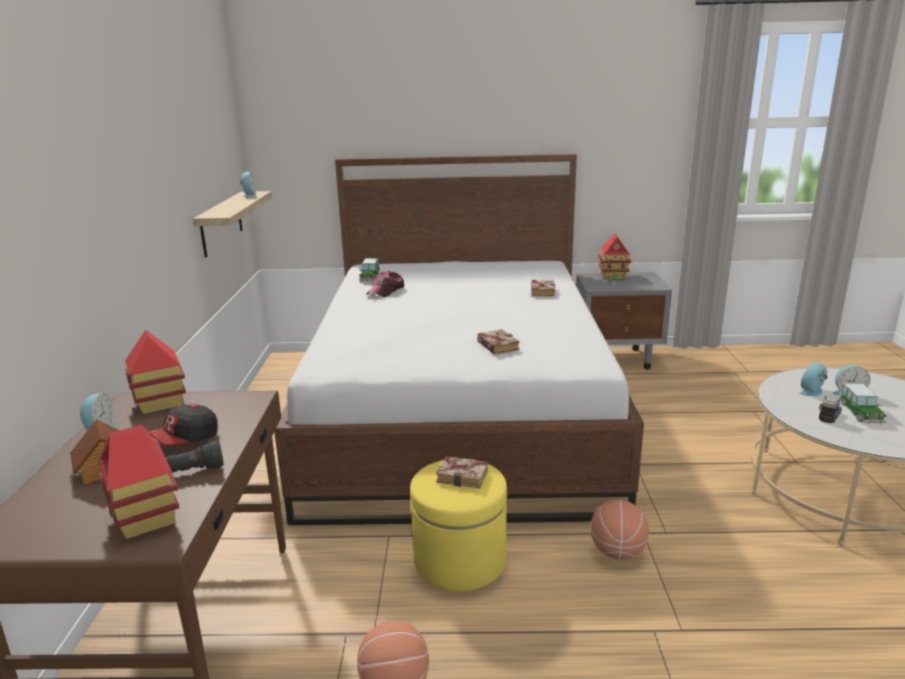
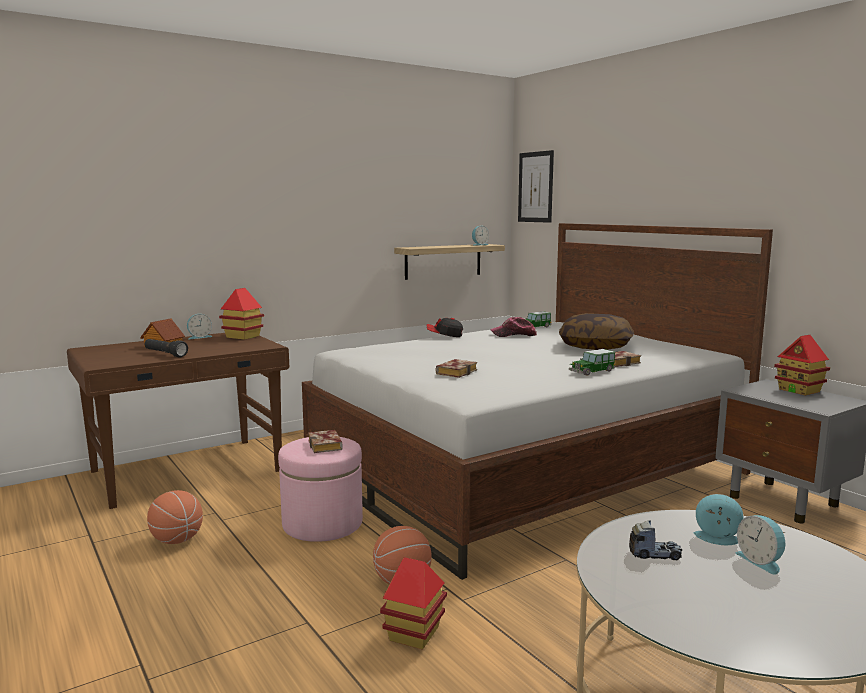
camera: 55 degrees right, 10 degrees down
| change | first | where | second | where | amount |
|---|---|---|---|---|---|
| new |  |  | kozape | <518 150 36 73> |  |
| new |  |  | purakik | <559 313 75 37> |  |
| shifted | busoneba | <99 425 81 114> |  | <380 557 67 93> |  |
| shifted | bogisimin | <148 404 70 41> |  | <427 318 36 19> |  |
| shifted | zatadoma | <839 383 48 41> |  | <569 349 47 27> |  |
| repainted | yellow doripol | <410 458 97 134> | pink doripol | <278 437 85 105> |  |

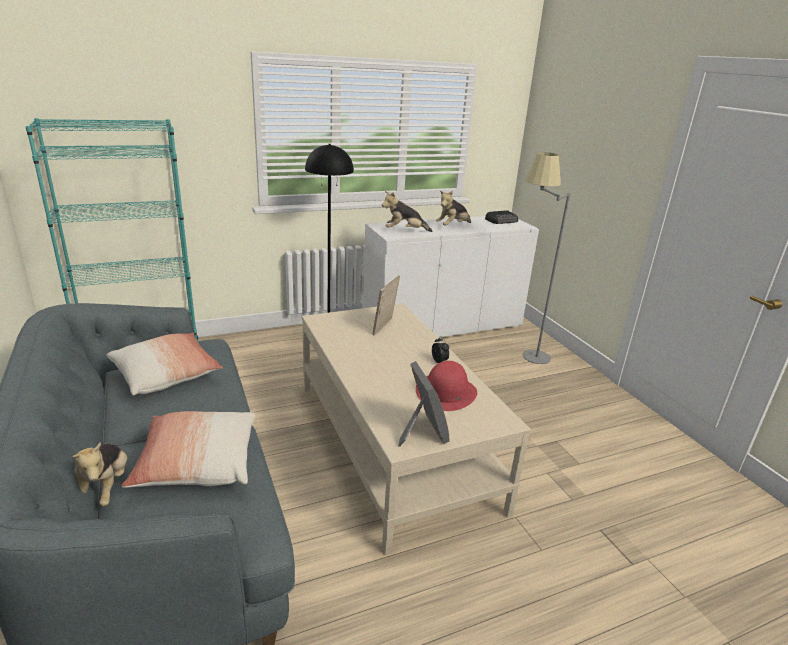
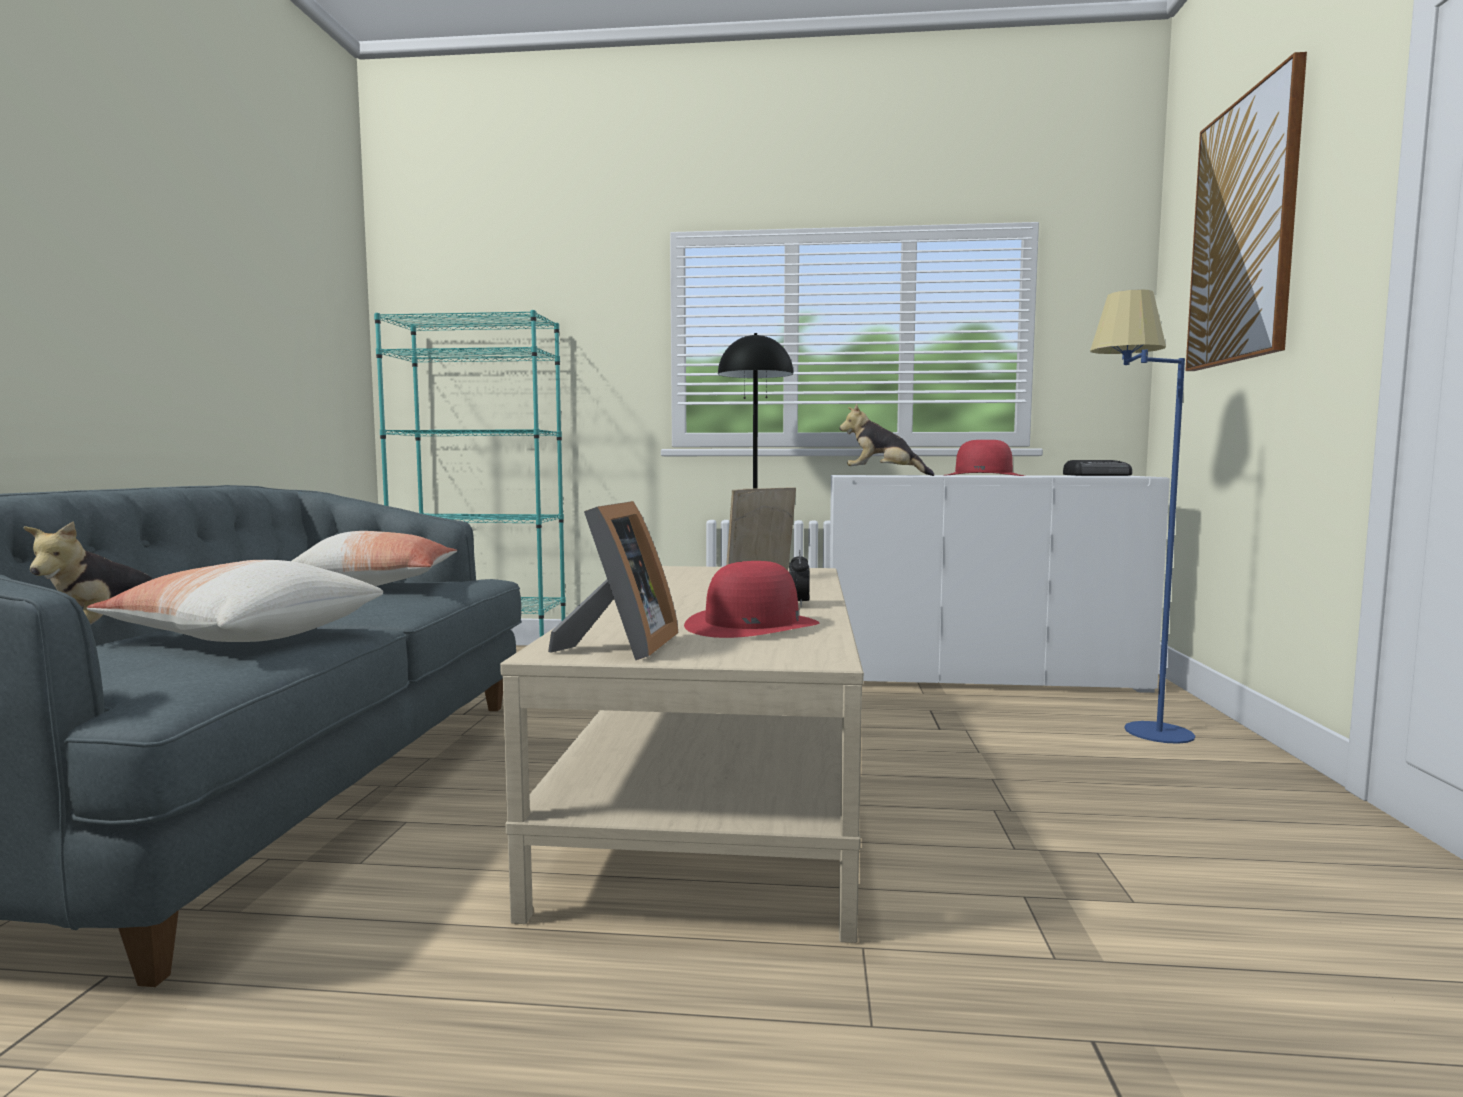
camera: 30 degrees right, 20 degrees down
| change | first | where | second | where | amount |
|---|---|---|---|---|---|
| new |  |  | kozape | <1185 52 122 319> |  |
| swapped | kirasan | <435 191 36 34> | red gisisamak | <944 440 81 36> |  |
| repainted | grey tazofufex | <523 152 47 212> | blue tazofufex | <1090 289 105 455> |  |

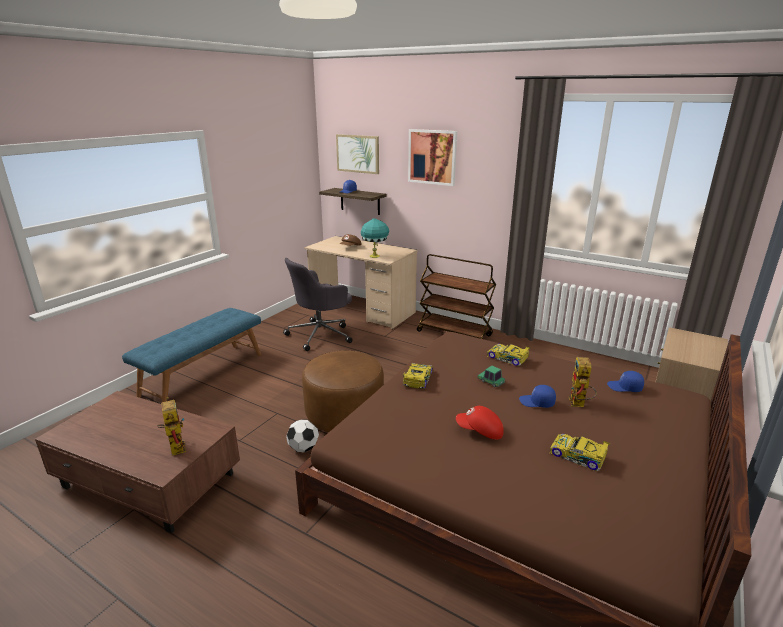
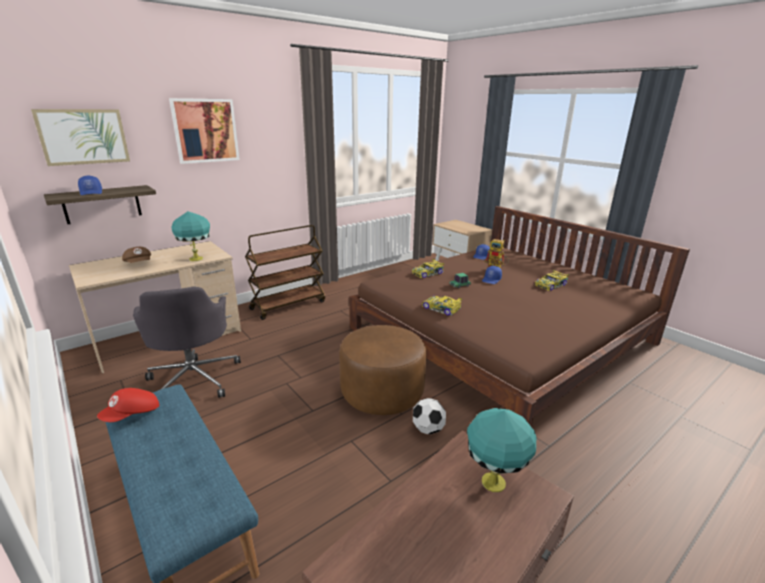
camera: 70 degrees left, 0 degrees up
| change | first | where | second | where | amount |
|---|---|---|---|---|---|
| shifted | red bogisimin | <456 406 48 34> |  | <97 388 62 34> |  |
| swapped | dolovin | <157 397 29 59> | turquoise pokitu | <467 408 69 84> |  |

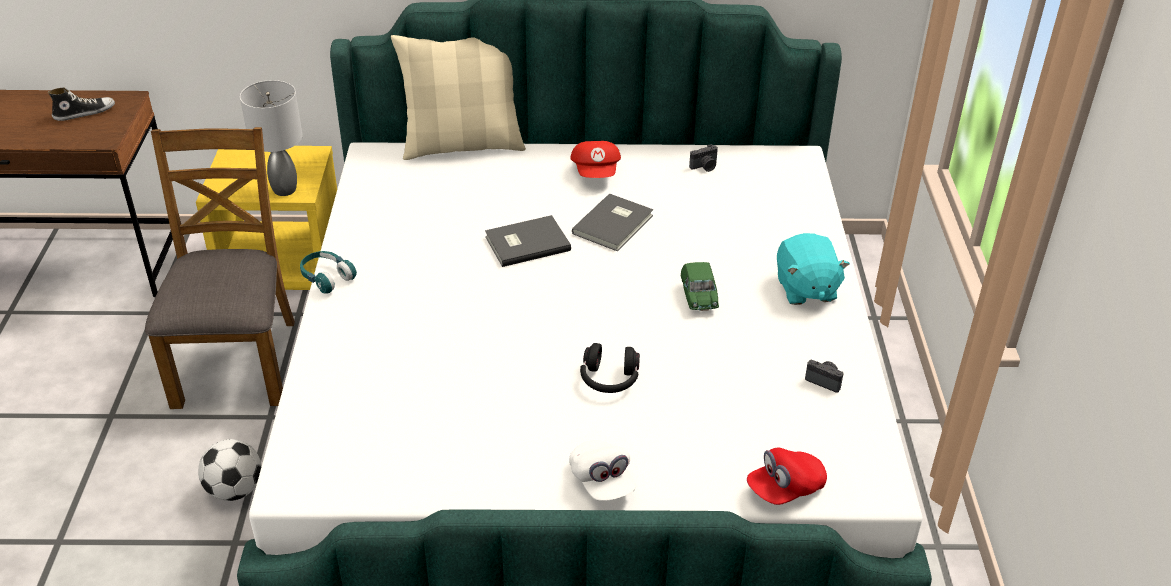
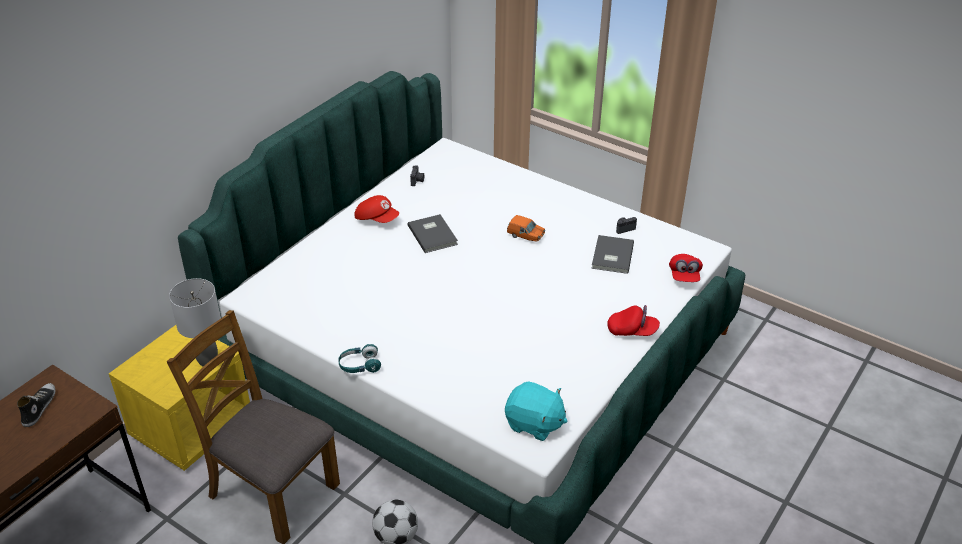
camera: 55 degrees left, 0 degrees up
| change | first | where | second | where | amount |
|---|---|---|---|---|---|
| gone | beige purakik | <391 35 135 125> |  |  |  |
| gone | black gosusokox | <580 343 60 50> |  |  |  |
| shifted | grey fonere | <485 215 86 52> |  | <591 235 43 39> |  |
| shifted | turquoise kirasan | <777 233 73 72> |  | <505 381 63 60> |  |
| repainted | white bogisimin | <569 440 67 61> | red bogisimin | <607 305 53 31> |  |
| repainted | green zatadoma | <681 262 38 49> | orange zatadoma | <507 215 38 27> |  |

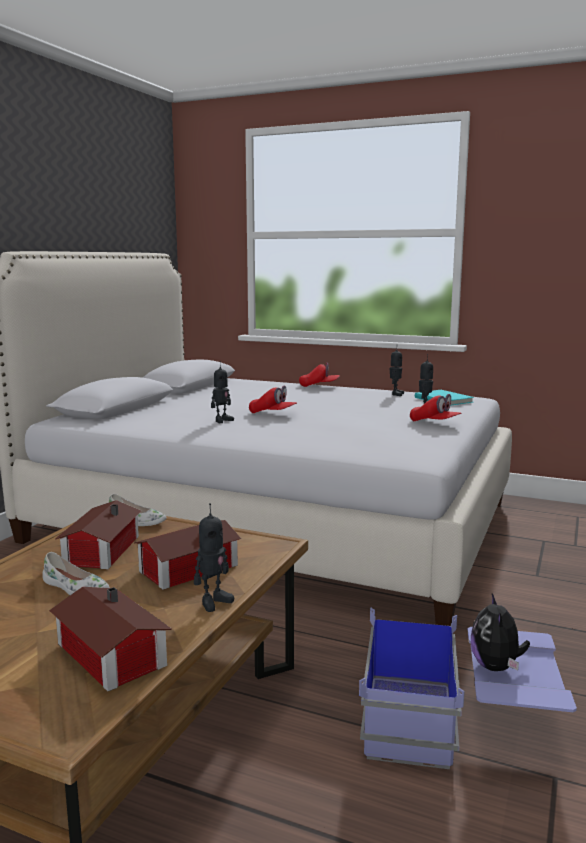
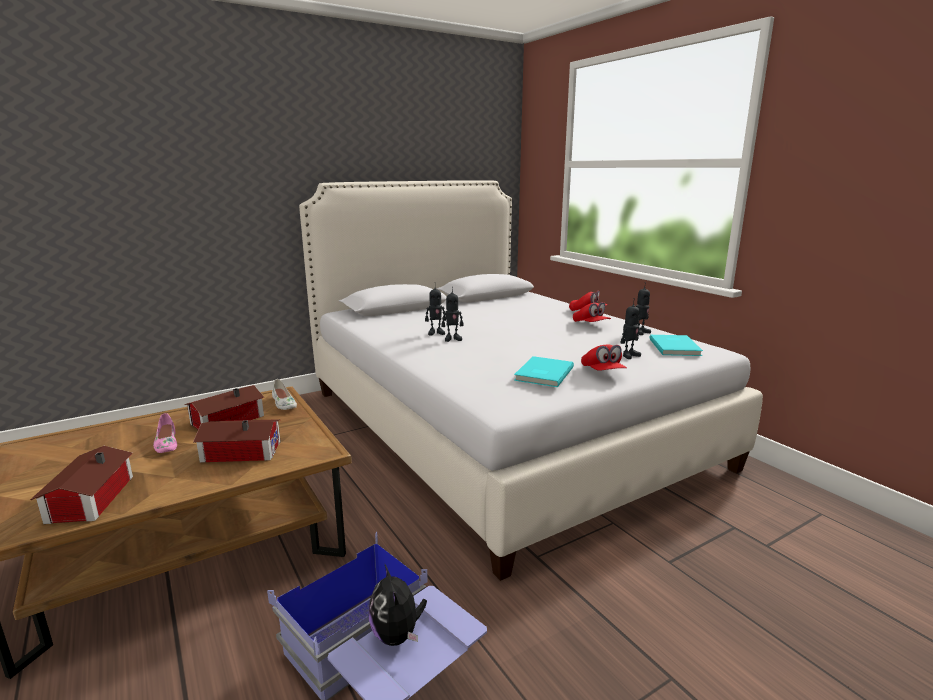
camera: 35 degrees right, 5 degrees up
| change | first | where | second | where | amount |
|---|---|---|---|---|---|
| new |  |  | turquoise fonere | <514 356 60 31> |  |
| shifted | dolovin | <194 503 40 109> |  | <441 286 22 56> |  |
| shifted | red bogisimin | <249 385 48 28> |  | <573 302 38 20> |  |
| repainted | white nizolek | <43 552 66 43> | pink nizolek | <153 413 24 40> |  |
| rotated | kirasan | <471 593 59 78> |  | <369 565 58 81> | 60 degrees counterclockwise |

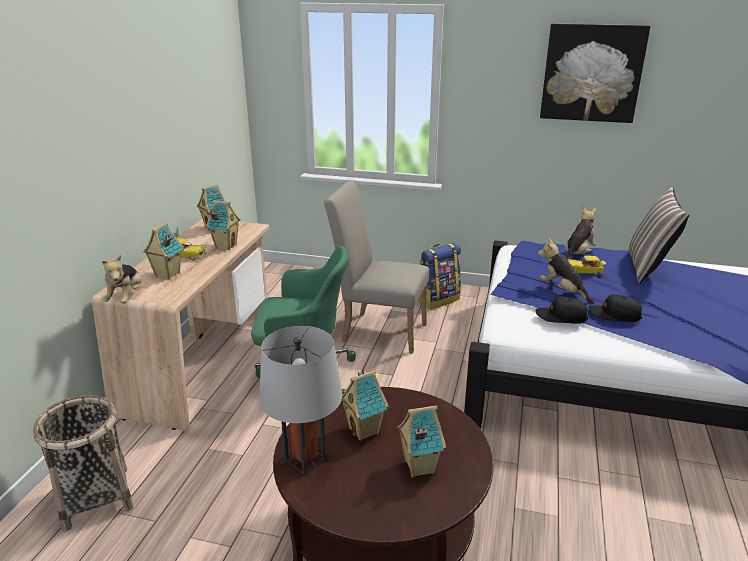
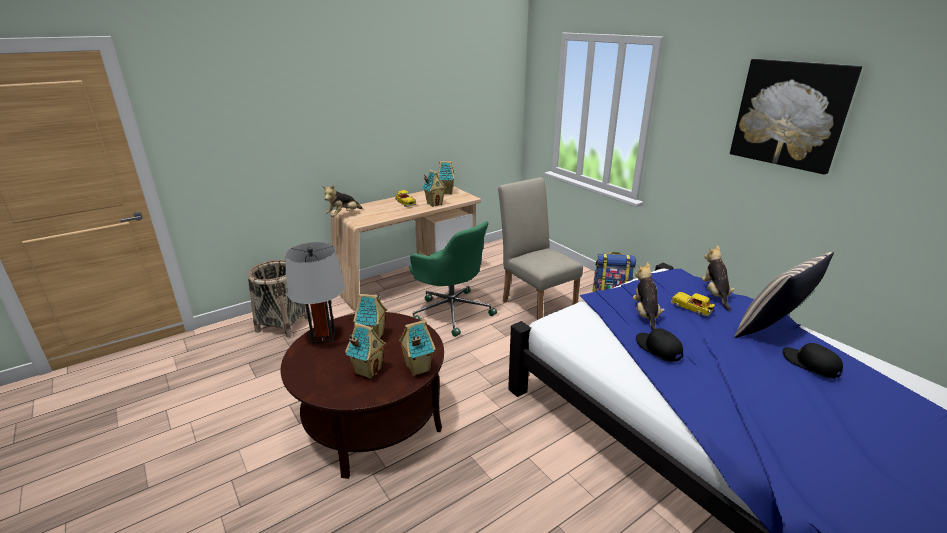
camera: 40 degrees right, 0 degrees up
| change | first | where | second | where | amount |
|---|---|---|---|---|---|
| shifted | busoneba | <143 222 41 57> |  | <399 320 37 56> |  |
| shifted | black bogisimin | <536 297 52 27> |  | <782 343 61 35> |  |
| rotated | kirasan | <565 207 31 53> |  | <702 245 33 66> | 75 degrees counterclockwise |

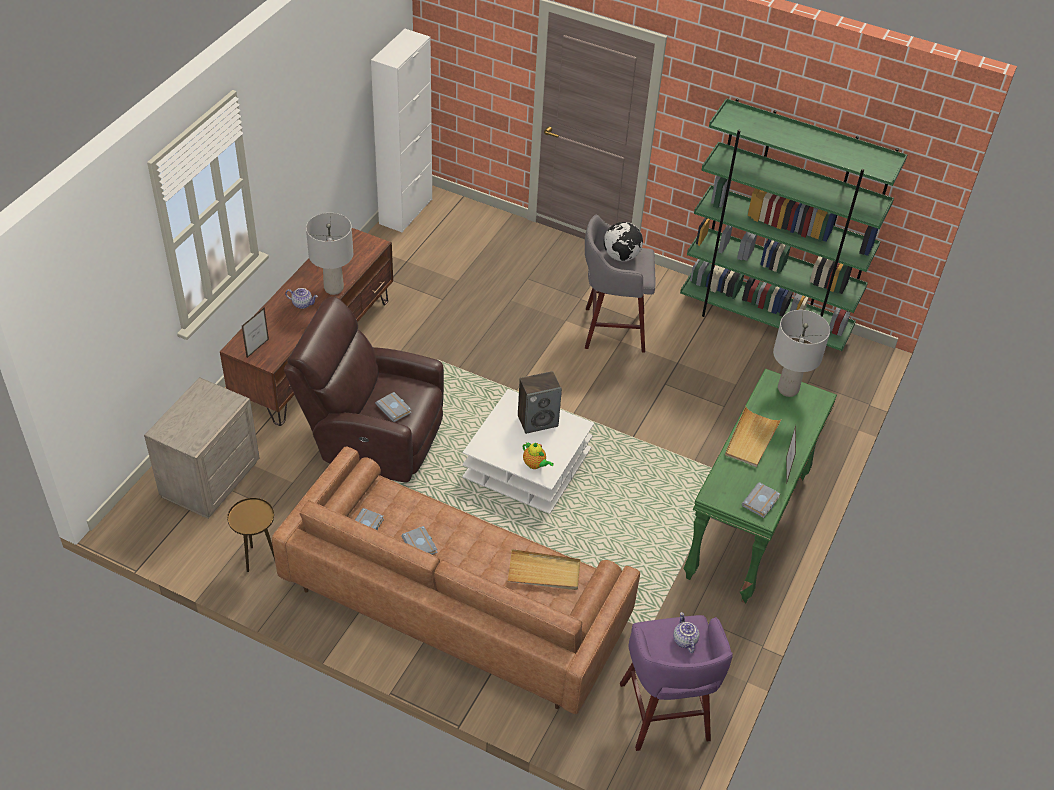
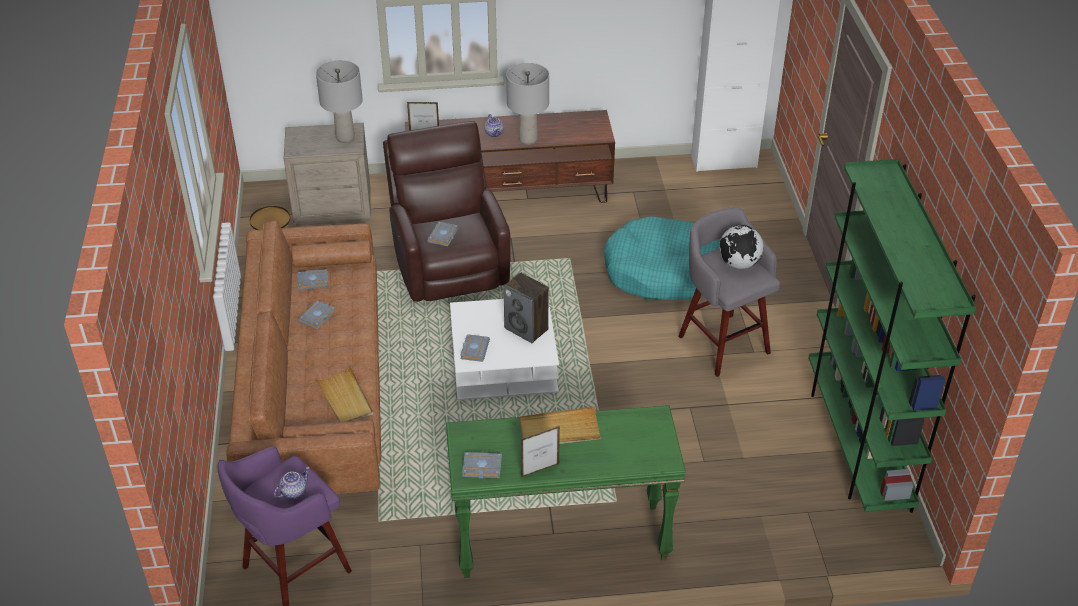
camera: 60 degrees right, 5 degrees down
| change | first | where | second | where | amount |
|---|---|---|---|---|---|
| new |  |  | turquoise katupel | <603 216 116 84> |  |
| shifted | grey pokitu | <773 310 57 87> |  | <316 60 47 83> |  |
| swapped | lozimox | <523 443 31 26> | grey fonere | <460 334 30 28> |  |

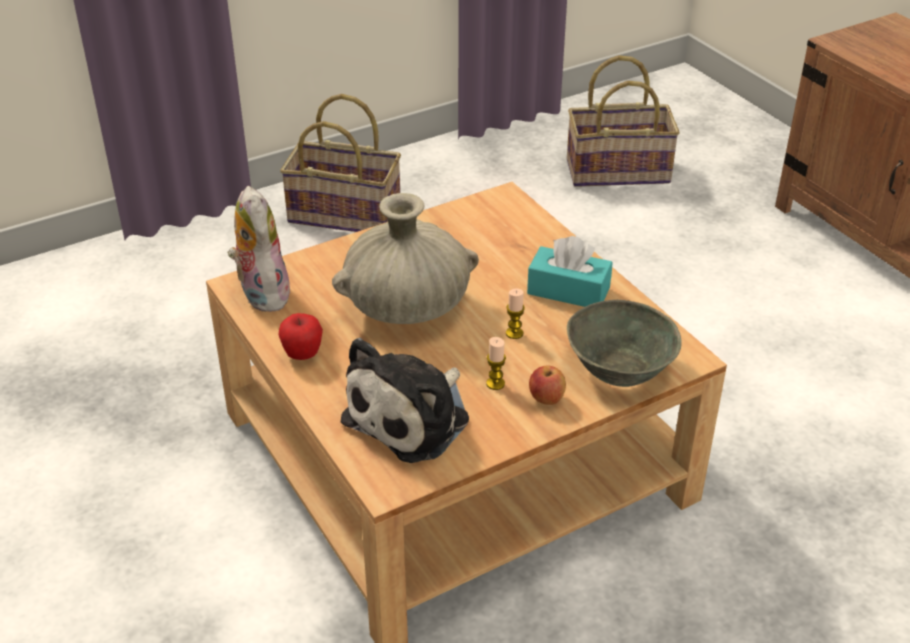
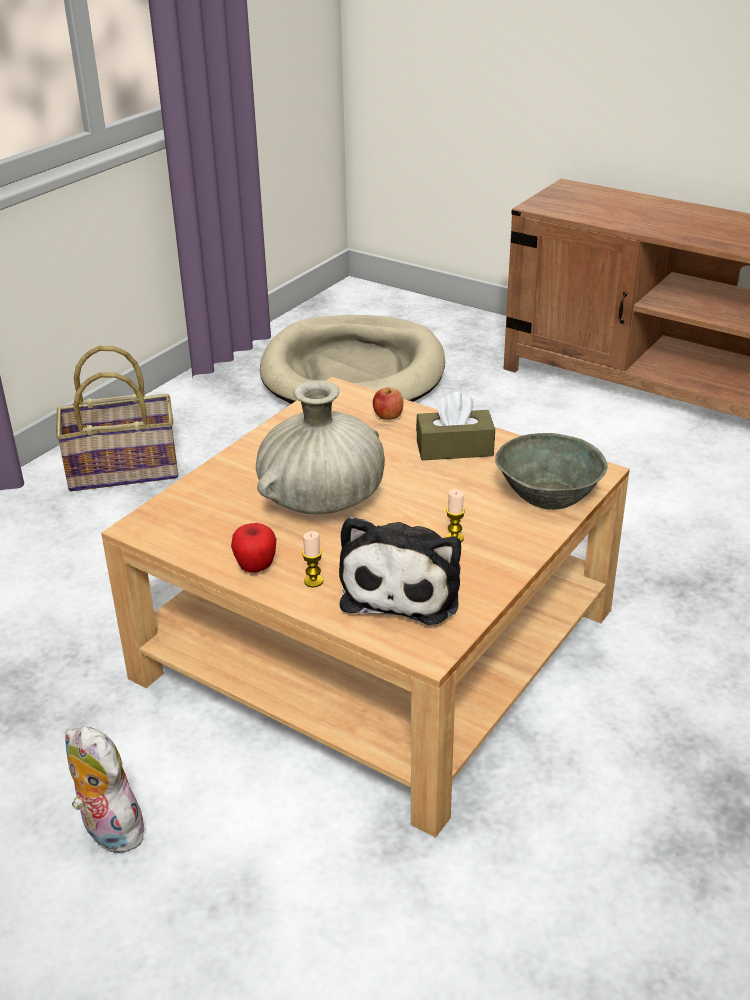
camera: 25 degrees left, 5 degrees down
| change | first | where | second | where | amount |
|---|---|---|---|---|---|
| shifted | kirasan | <228 186 62 126> |  | <66 726 85 127> |  |
| shifted | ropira | <506 289 19 50> |  | <302 531 21 56> |  |
| shifted | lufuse | <529 366 37 39> |  | <373 388 31 32> |  |
| swapped | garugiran | <567 55 113 132> | beige katupel | <260 315 185 89> |  |
| repainted | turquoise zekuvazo | <527 236 86 71> | brown zekuvazo | <416 392 79 68> |  |

